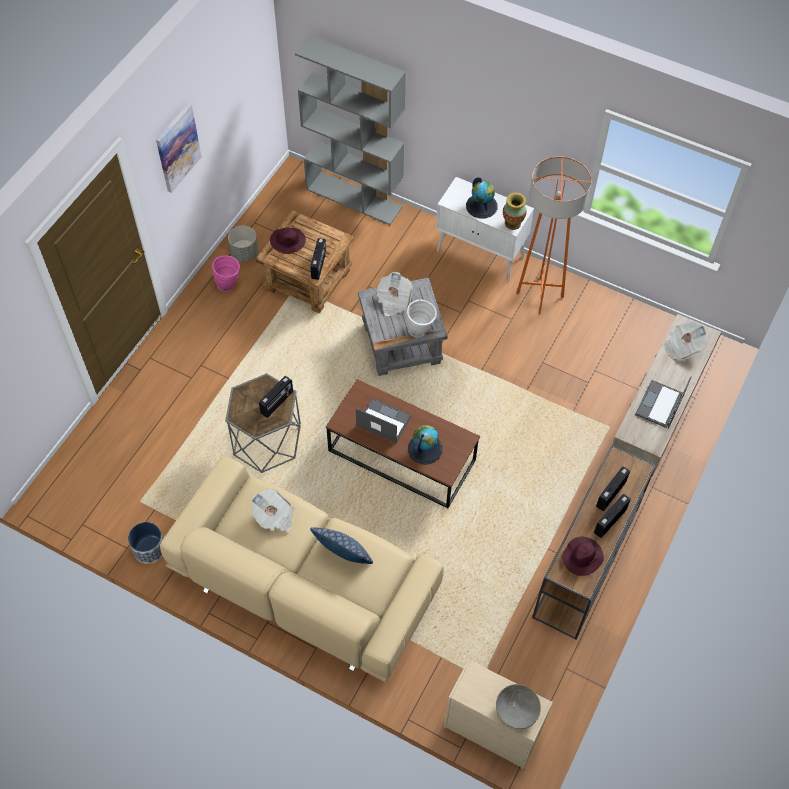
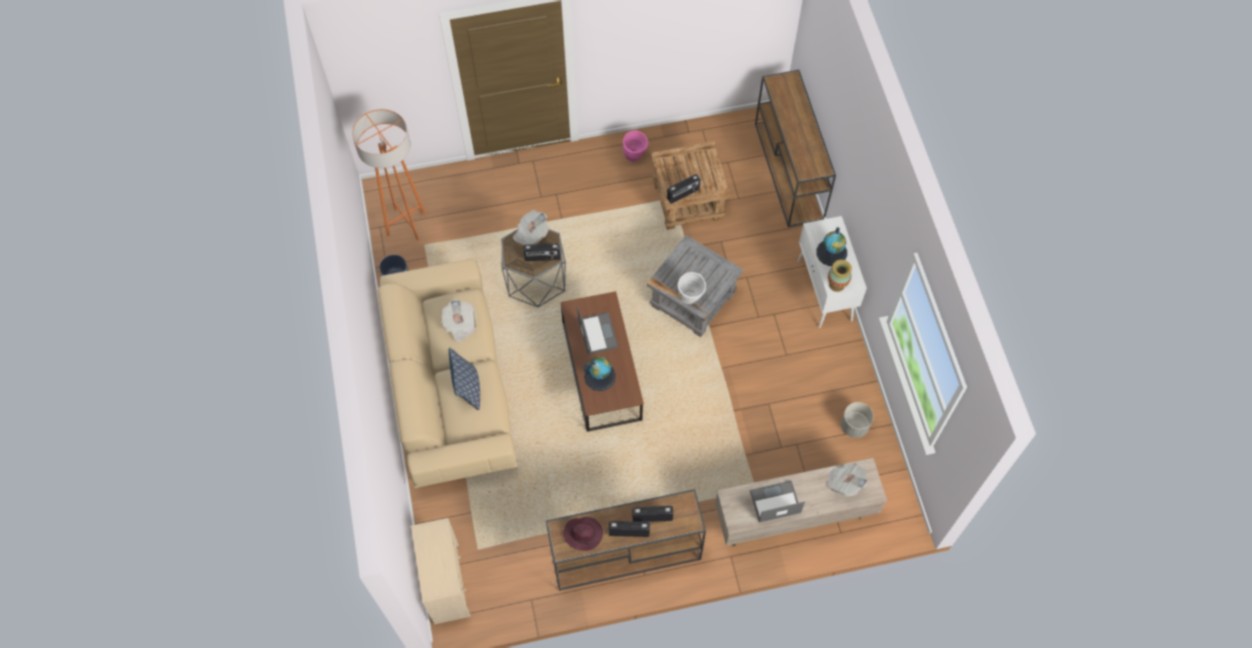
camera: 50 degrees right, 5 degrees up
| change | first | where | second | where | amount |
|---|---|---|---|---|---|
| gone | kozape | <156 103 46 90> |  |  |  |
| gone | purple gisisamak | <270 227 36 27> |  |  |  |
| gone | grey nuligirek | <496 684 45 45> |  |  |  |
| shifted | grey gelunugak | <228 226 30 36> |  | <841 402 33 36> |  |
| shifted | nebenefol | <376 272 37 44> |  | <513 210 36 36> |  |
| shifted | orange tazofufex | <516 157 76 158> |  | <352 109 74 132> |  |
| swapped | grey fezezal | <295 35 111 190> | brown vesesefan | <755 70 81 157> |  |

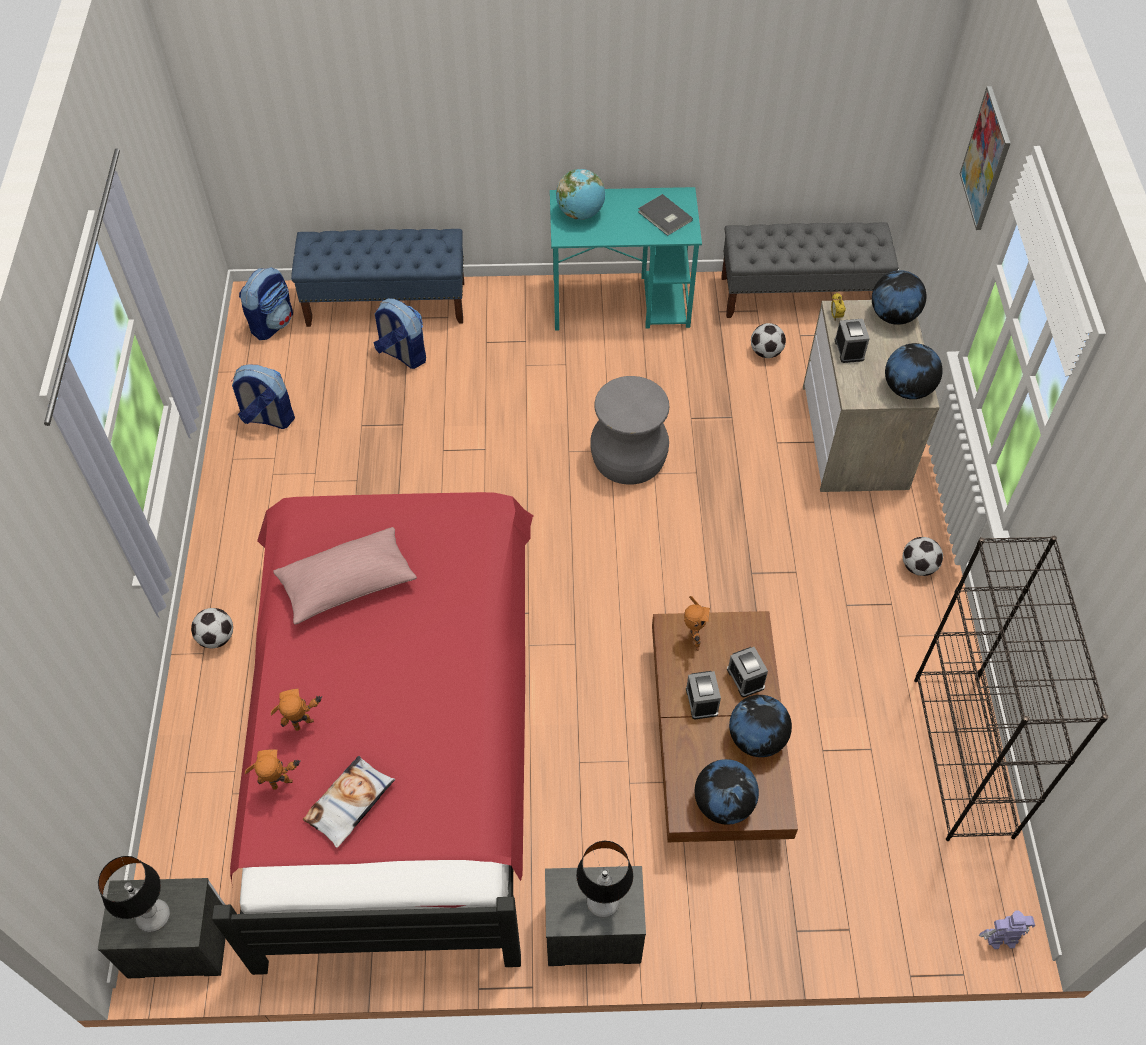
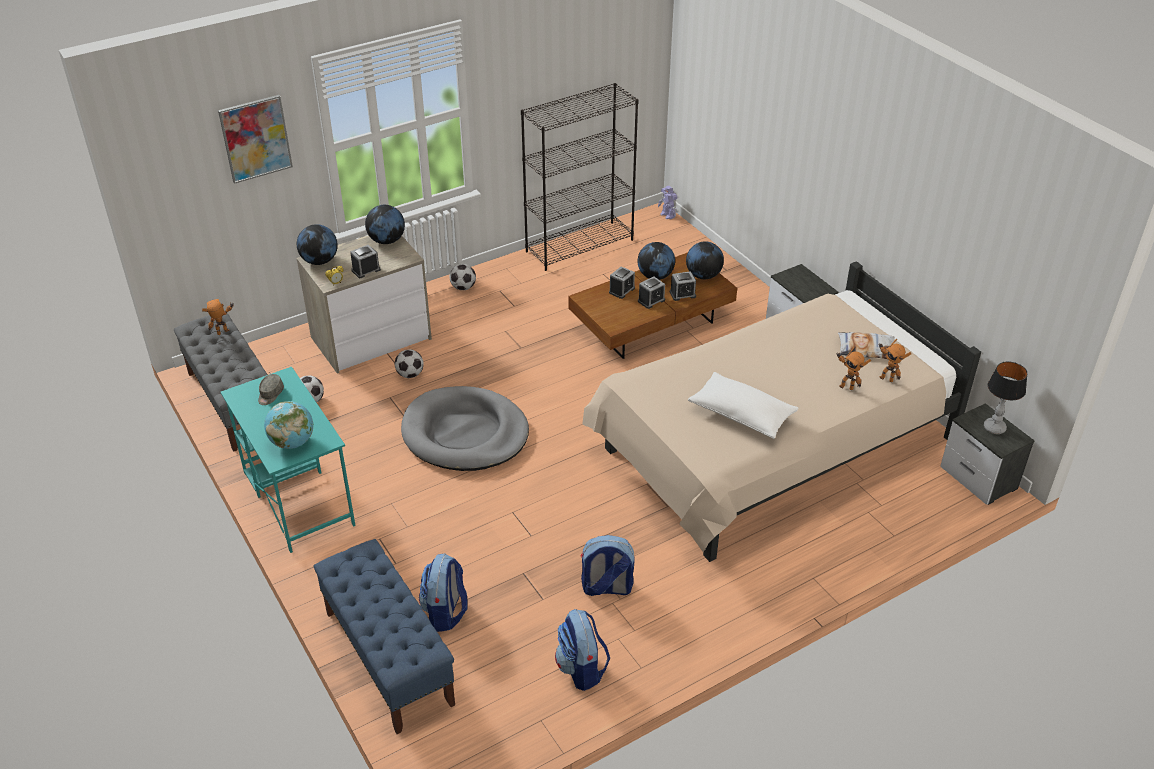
camera: 120 degrees left, 15 degrees down
| change | first | where | second | where | amount |
|---|---|---|---|---|---|
| gone | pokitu | <576 840 57 78> |  |  |  |
| new |  |  | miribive | <670 271 26 30> |  |
| shifted | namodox | <191 608 42 40> |  | <395 349 29 29> |  |
| shifted | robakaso | <239 267 54 73> |  | <581 535 54 61> |  |
| shifted | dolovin | <684 596 26 55> |  | <202 299 32 36> |  |
| swapped | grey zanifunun | <590 376 79 109> | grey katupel | <401 386 128 85> |  |
| swapped | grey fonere | <638 194 55 42> | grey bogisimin | <258 374 26 31> |  |
| repainted | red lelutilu | <212 492 321 483> | beige lelutilu | <582 261 399 301> |  |
| repainted | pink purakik | <273 527 144 98> | white purakik | <688 372 111 67> |  |

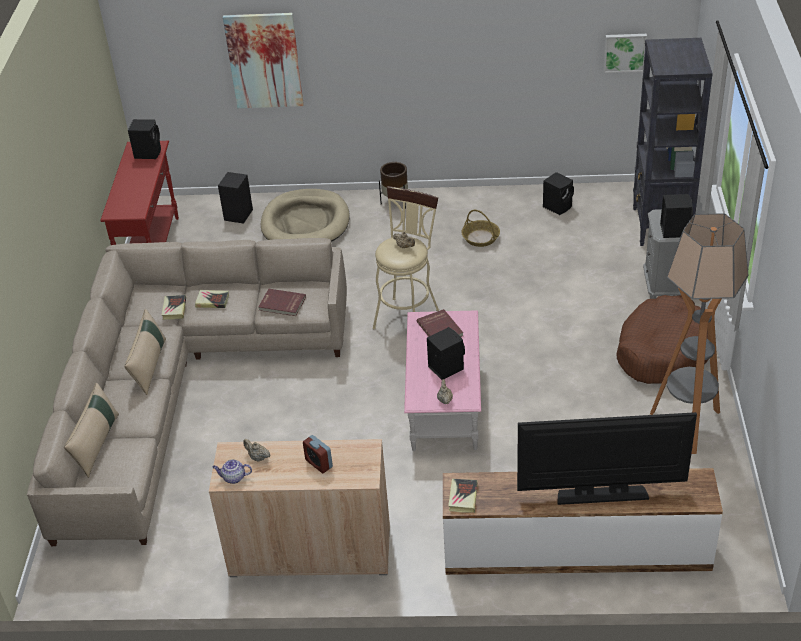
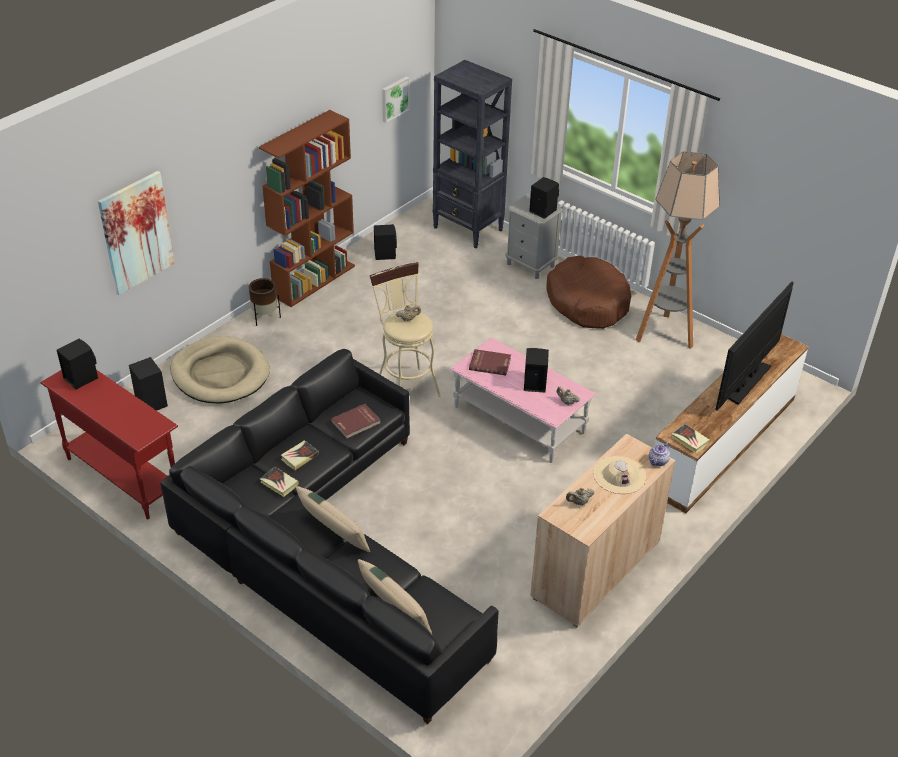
camera: 55 degrees left, 0 degrees up
| change | first | where | second | where | amount |
|---|---|---|---|---|---|
| gone | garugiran | <462 210 38 37> |  |  |  |
| new |  |  | brown fezezal | <259 110 96 197> |  |
| shifted | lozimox | <212 459 40 25> |  | <649 442 21 24> |  |
| swapped | miribive | <303 435 30 38> | beige gisisamak | <593 456 53 38> |  |
| repainted | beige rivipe | <27 238 320 308> | black rivipe | <160 349 338 375> |  |

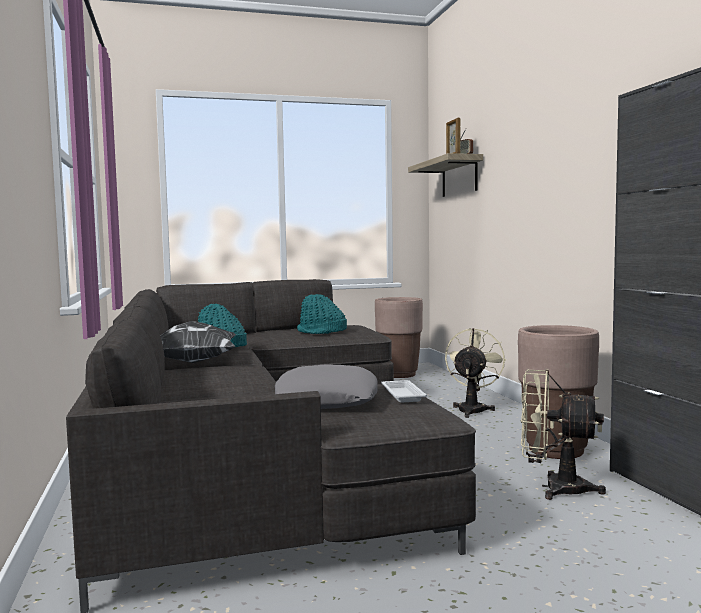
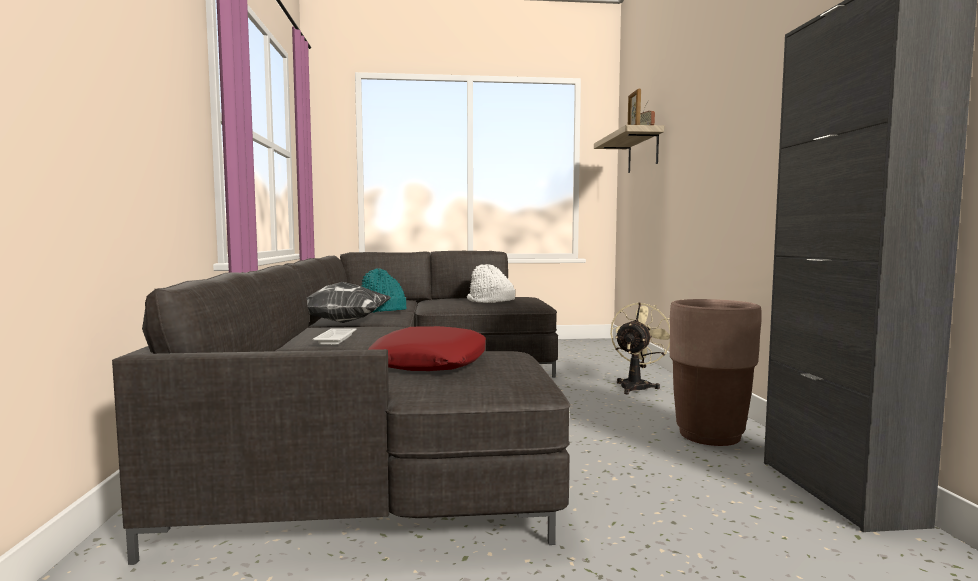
camera: 10 degrees right, 0 degrees up
| change | first | where | second | where | amount |
|---|---|---|---|---|---|
| gone | brown gelunugak | <375 297 48 81> |  |  |  |
| gone | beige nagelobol | <520 369 86 131> |  |  |  |
| shifted | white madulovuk | <381 380 46 23> |  | <313 328 43 17> |  |
| repainted | grey purakik | <275 364 102 45> | red purakik | <368 326 118 45> |  |
| repainted | turquoise gisisamak | <297 294 50 40> | white gisisamak | <467 264 48 39> |  |

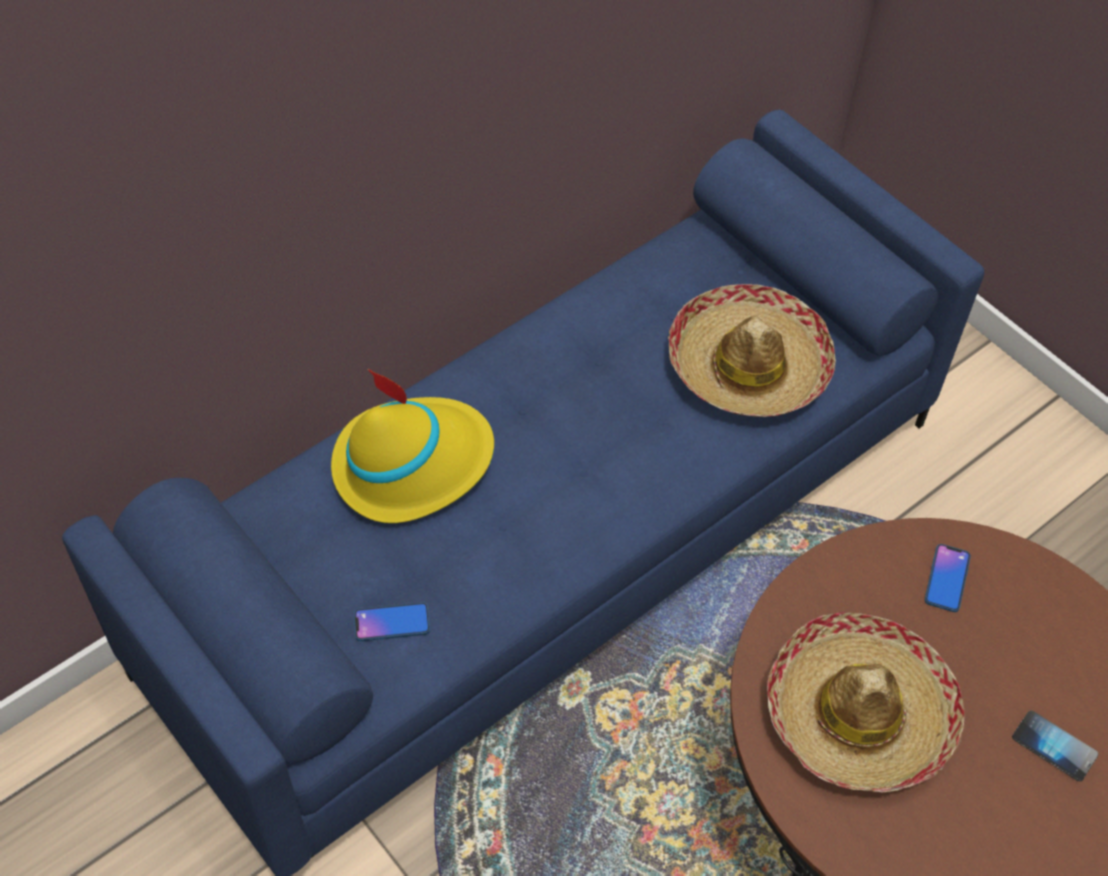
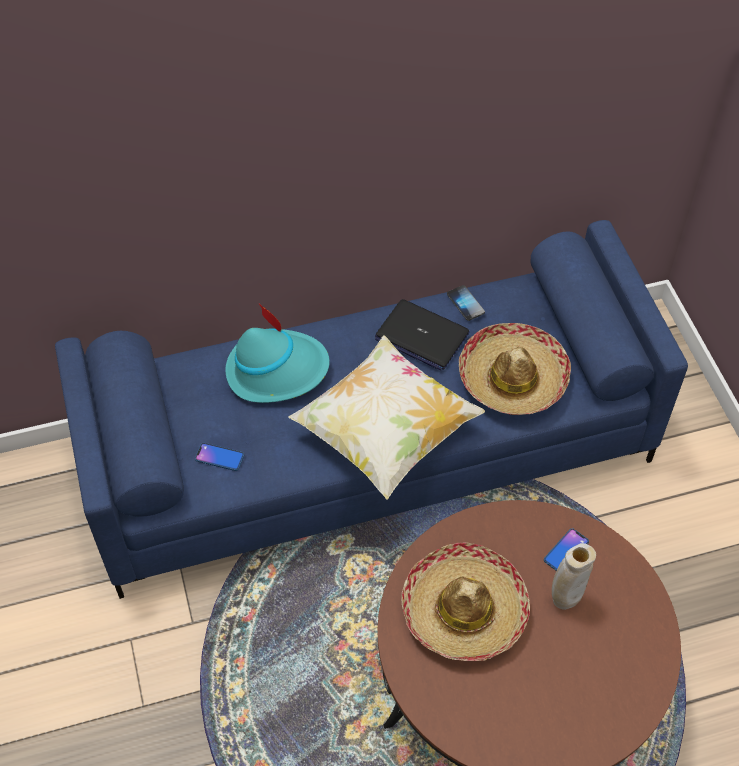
camera: 25 degrees right, 0 degrees up
| change | first | where | second | where | amount |
|---|---|---|---|---|---|
| new |  |  | purakik | <288 335 197 165> |  |
| new |  |  | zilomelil | <375 299 95 72> |  |
| new |  |  | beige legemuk | <552 543 44 67> |  |
| shifted | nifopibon | <1012 711 86 70> |  | <447 285 38 36> |  |
| repainted | yellow gisisamak | <331 369 163 154> | turquoise gisisamak | <225 303 105 100> |  |

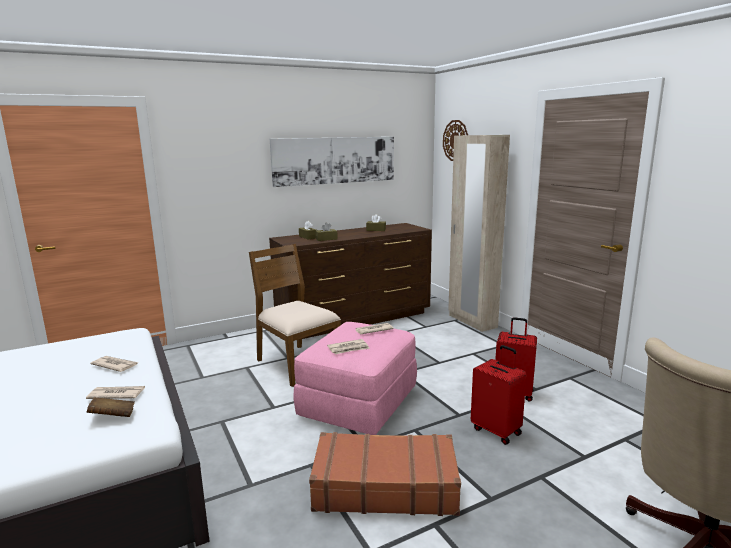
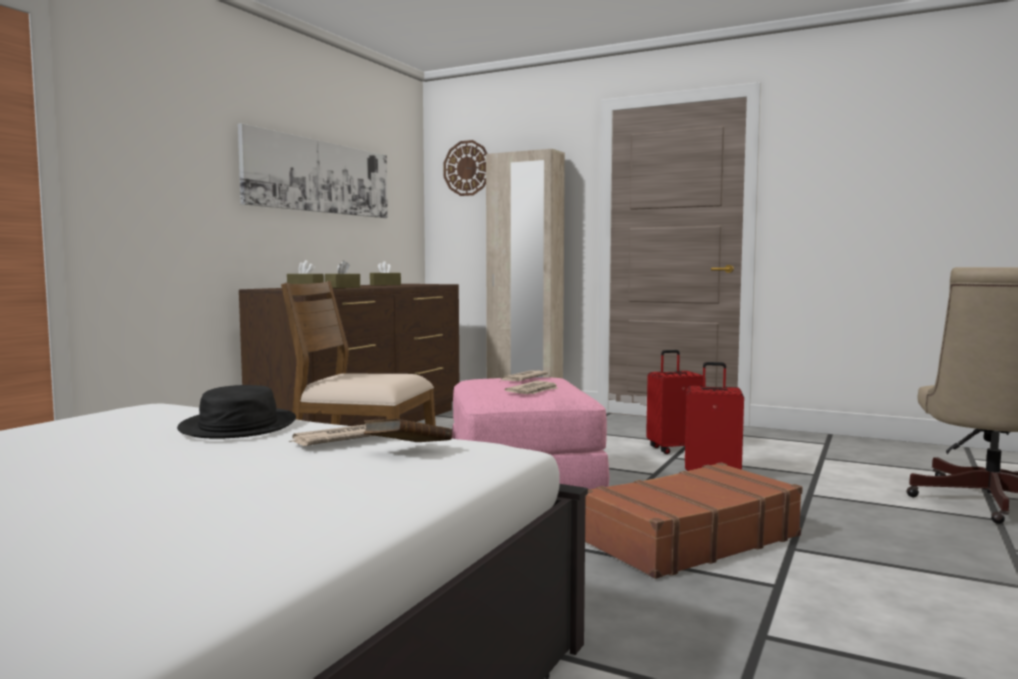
camera: 35 degrees left, 10 degrees down
| change | first | where | second | where | amount |
|---|---|---|---|---|---|
| swapped | nebenefol | <90 356 49 16> | black gisisamak | <177 385 119 54> |  |

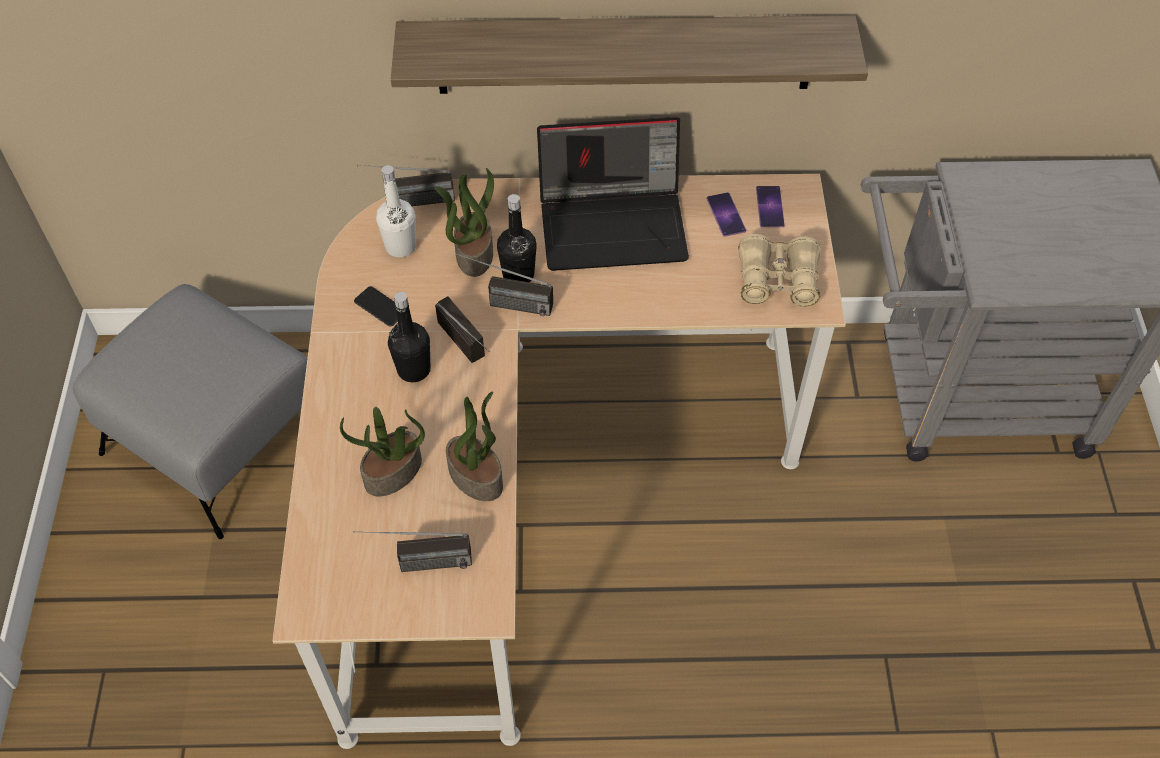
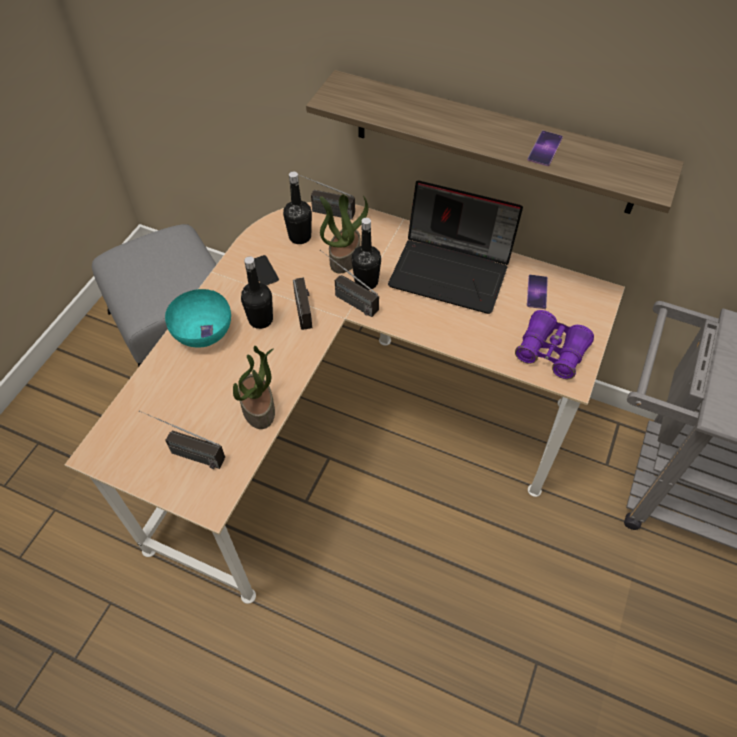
camera: 25 degrees right, 0 degrees up
| change | first | where | second | where | amount |
|---|---|---|---|---|---|
| gone | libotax | <340 407 85 90> |  |  |  |
| new |  |  | turquoise nuligirek | <165 289 66 58> |  |
| shifted | nifopibon | <756 186 29 41> |  | <527 131 36 35> |  |
| repainted | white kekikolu | <376 165 40 93> | black kekikolu | <283 171 29 73> |  |
| repainted | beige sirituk | <738 234 82 73> | purple sirituk | <515 310 79 69> |  |

